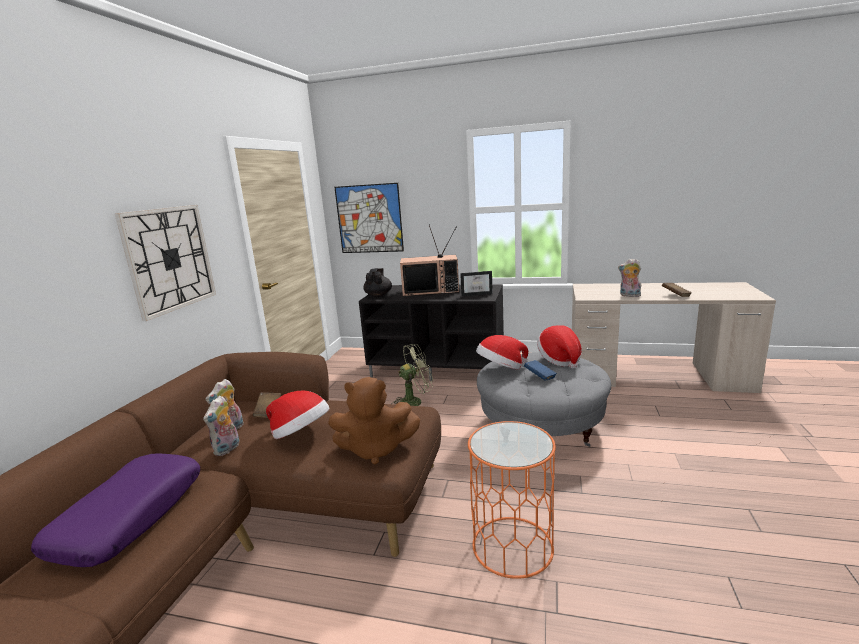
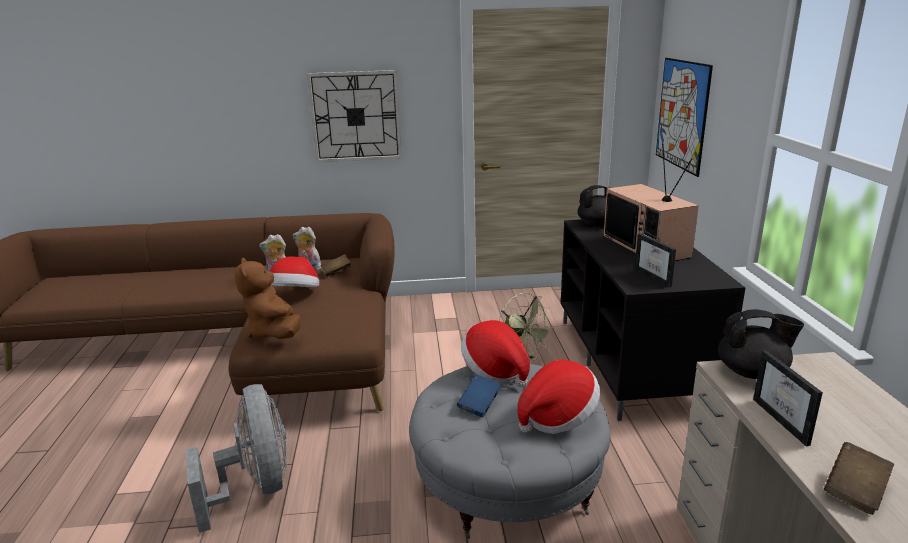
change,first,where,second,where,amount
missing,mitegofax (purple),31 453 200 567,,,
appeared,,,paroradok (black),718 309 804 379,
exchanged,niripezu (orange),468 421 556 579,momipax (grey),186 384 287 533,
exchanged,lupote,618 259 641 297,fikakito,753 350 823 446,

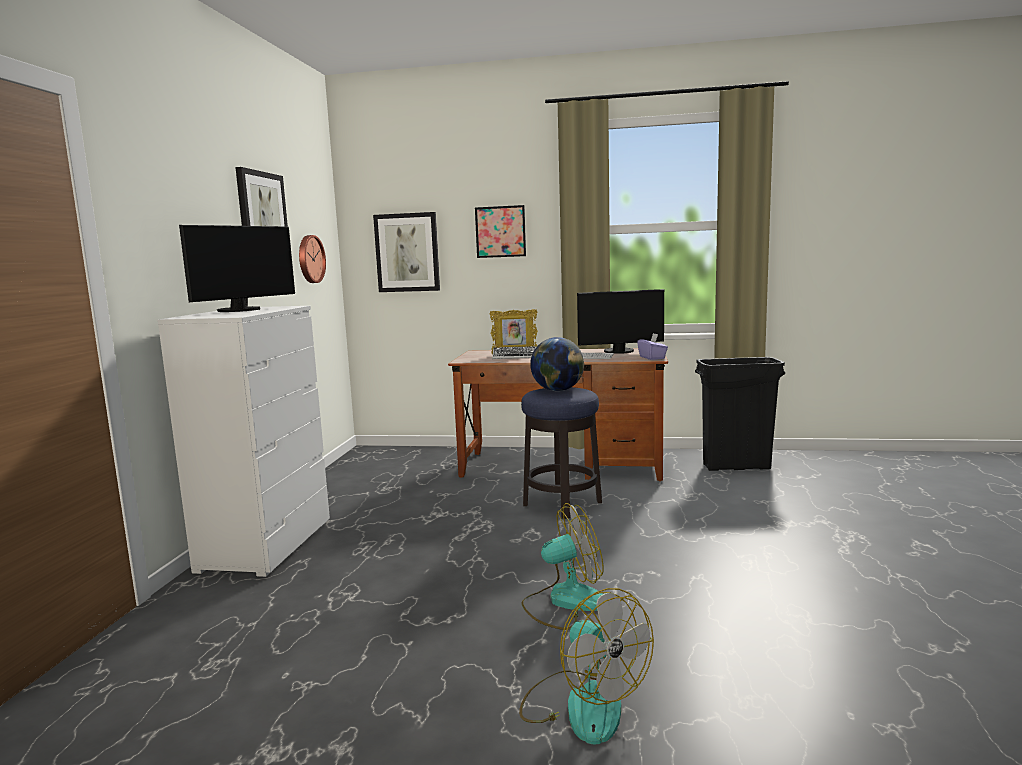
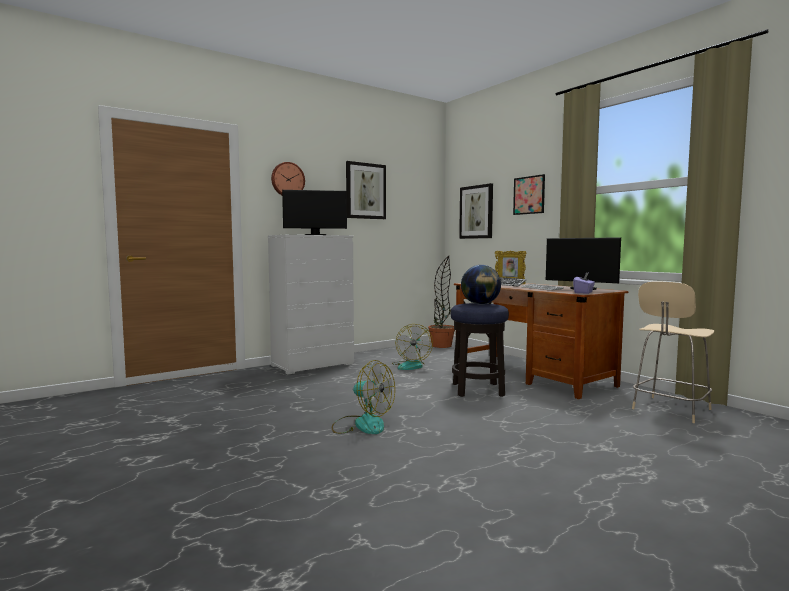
change,first,where,second,where,amount
appeared,,,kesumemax,428 256 455 348,
relocated,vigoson,299 235 326 283,,271 162 305 195,
relocated,momipax,519 588 654 744,,392 324 433 370,
exchanged,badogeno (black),695 357 785 471,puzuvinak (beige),632 281 714 423,

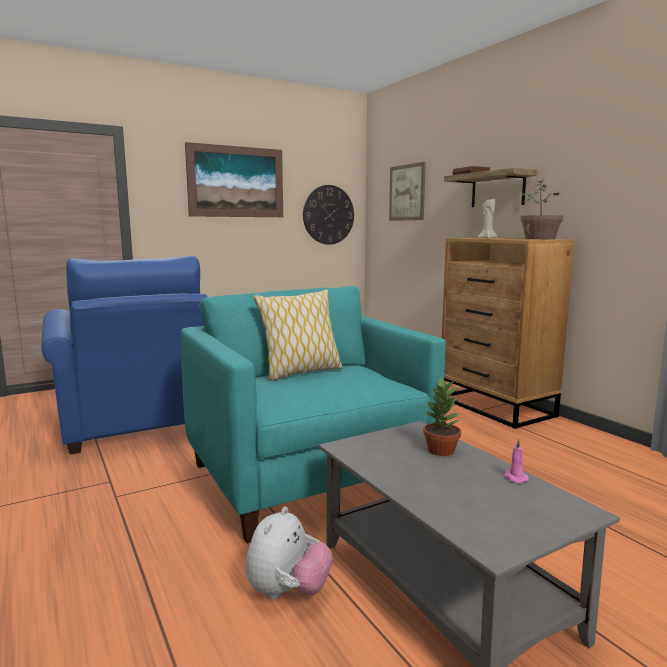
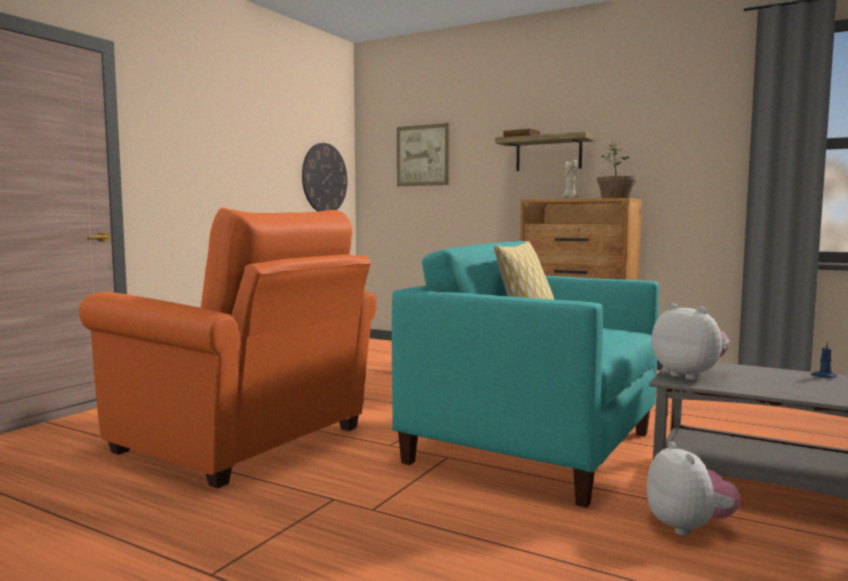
change,first,where,second,where,amount
missing,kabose,185 142 283 217,,,
missing,kesumemax,423 377 462 456,,,
appeared,,,lupote,652 303 730 380,
colour,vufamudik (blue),41 256 207 455,vufamudik (orange),79 208 377 488,
colour,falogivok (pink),504 439 529 483,falogivok (blue),811 341 837 378,

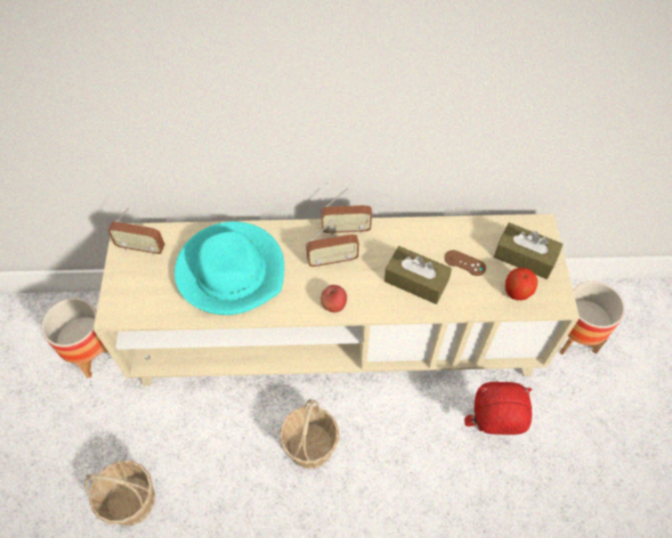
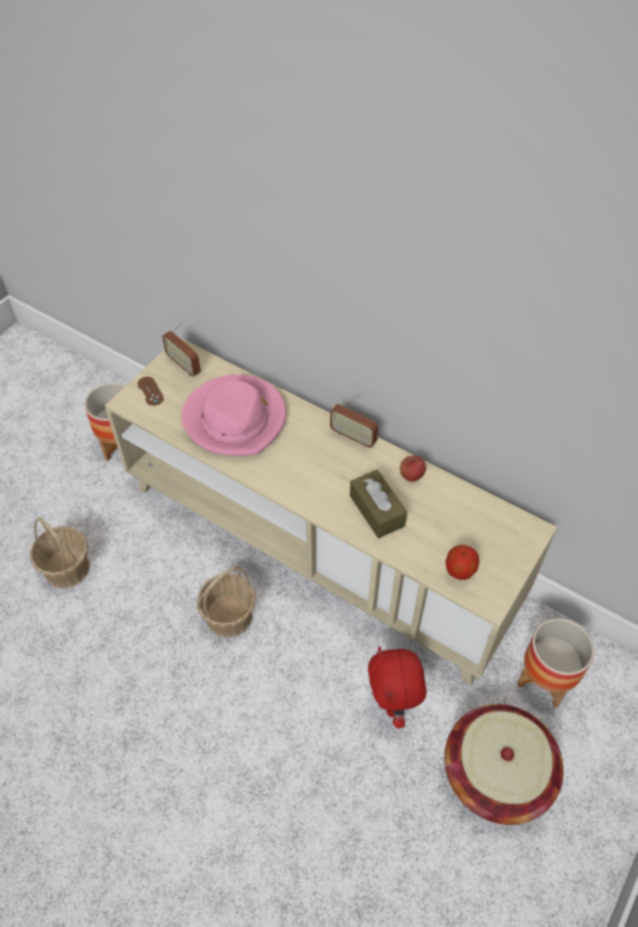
change,first,where,second,where,amount
missing,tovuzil,306 220 359 268,,,
missing,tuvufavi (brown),494 223 563 279,,,
appeared,,,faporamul,444 704 564 825,
relocated,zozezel,321 285 347 313,,400 456 426 482,
relocated,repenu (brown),444 250 486 276,,138 377 164 406,
colour,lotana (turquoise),175 222 284 315,lotana (pink),181 374 286 456,
spun,lupote (red),464 382 532 435,,368 646 426 728,135 degrees counterclockwise

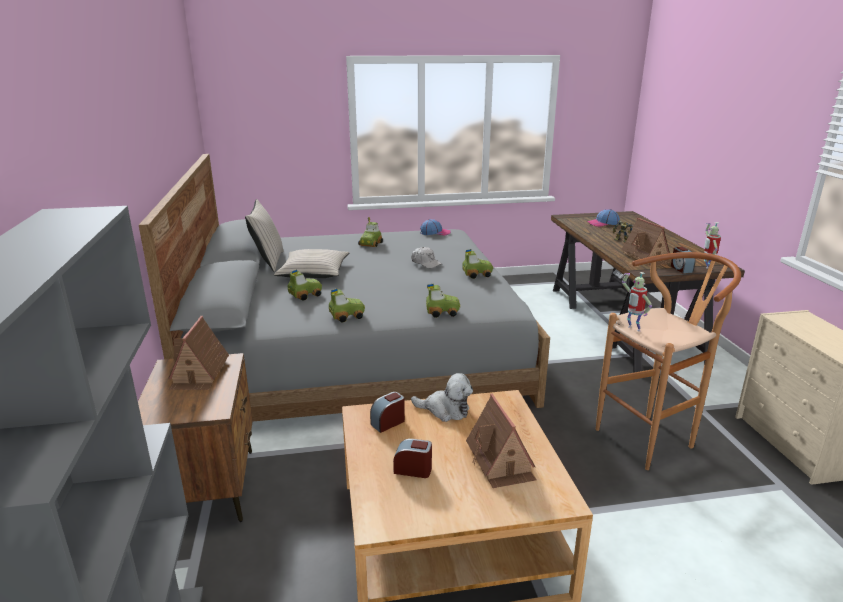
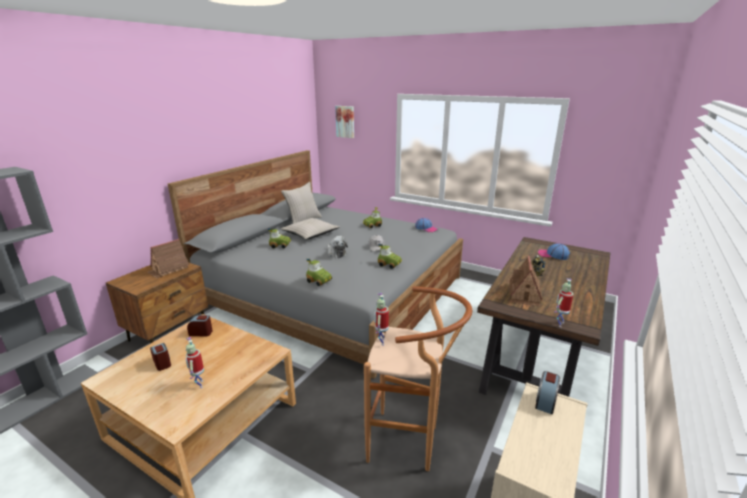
change,first,where,second,where,amount
missing,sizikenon,329 288 365 322,,,
appeared,,,kabose,335 106 354 138,
relocated,lupote,411 373 473 422,,327 236 348 258,
relocated,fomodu,671 247 696 273,,535 371 560 414,
exchanged,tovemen,466 394 536 488,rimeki,186 337 204 388,

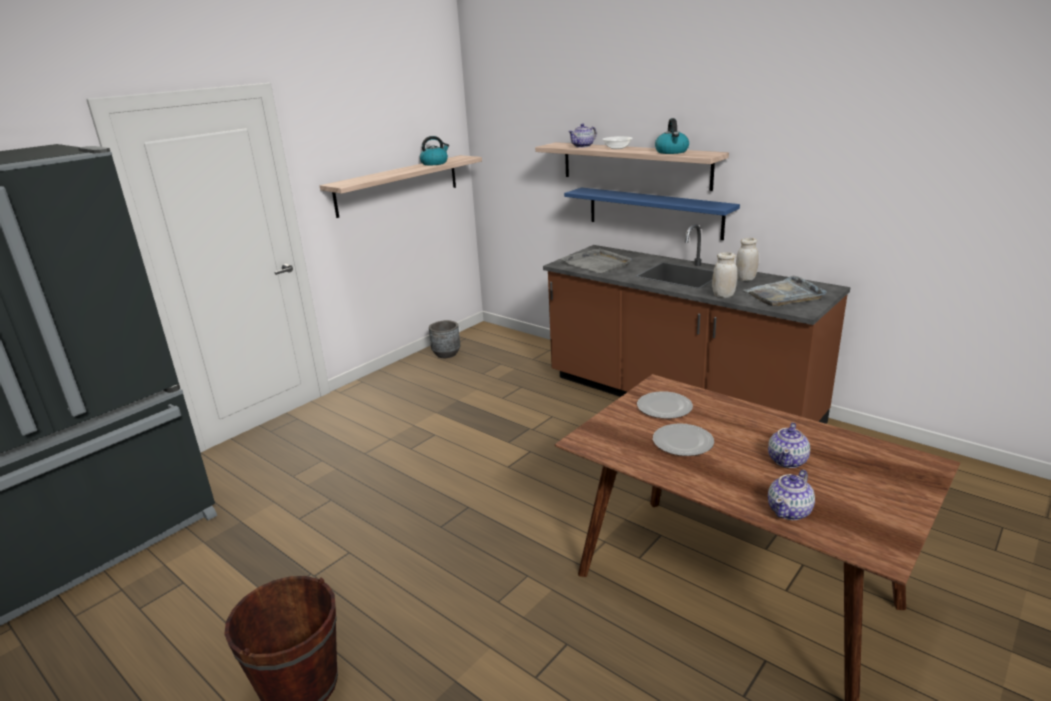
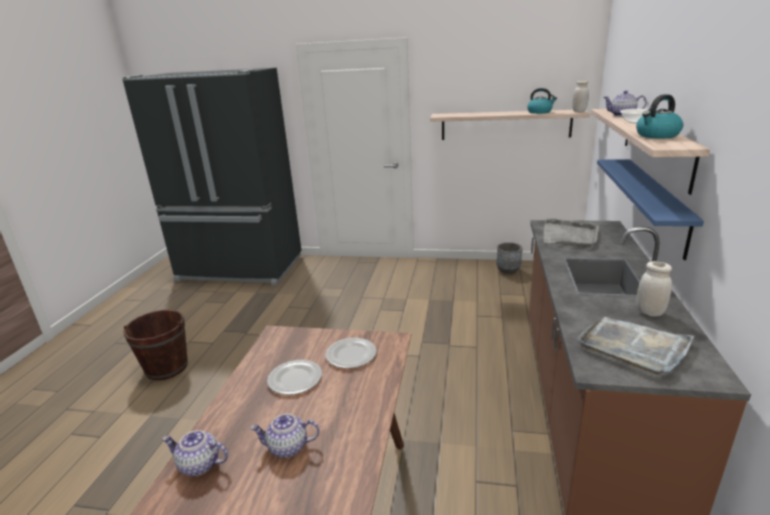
change,first,where,second,where,amount
relocated,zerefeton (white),712 252 737 298,,572 80 589 112,

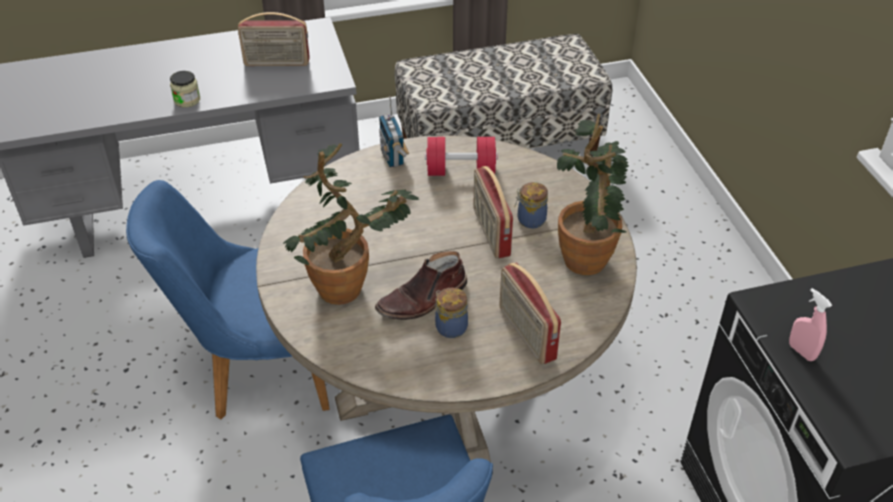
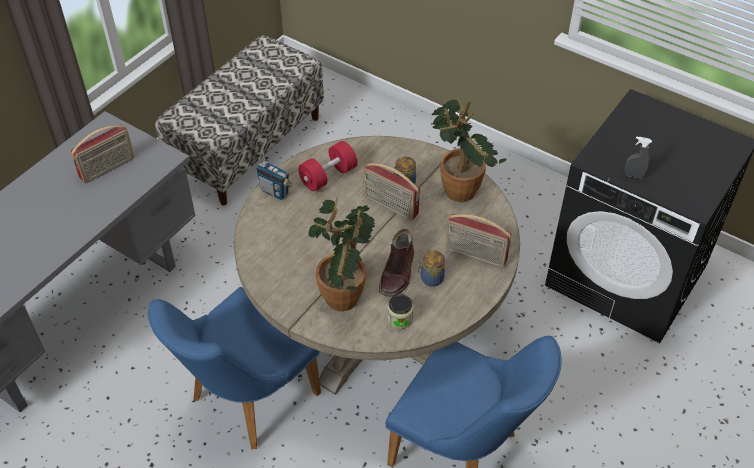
change,first,where,second,where,amount
relocated,zerefeton,170 71 200 108,,387 294 413 329,
colour,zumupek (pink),789 288 832 361,zumupek (grey),624 136 652 179,

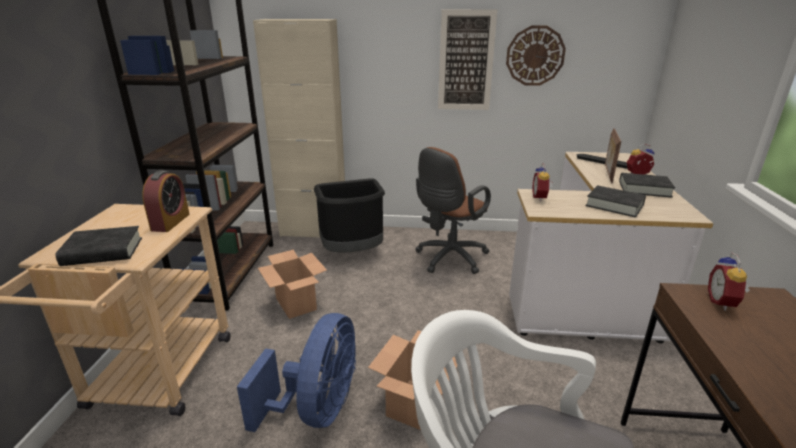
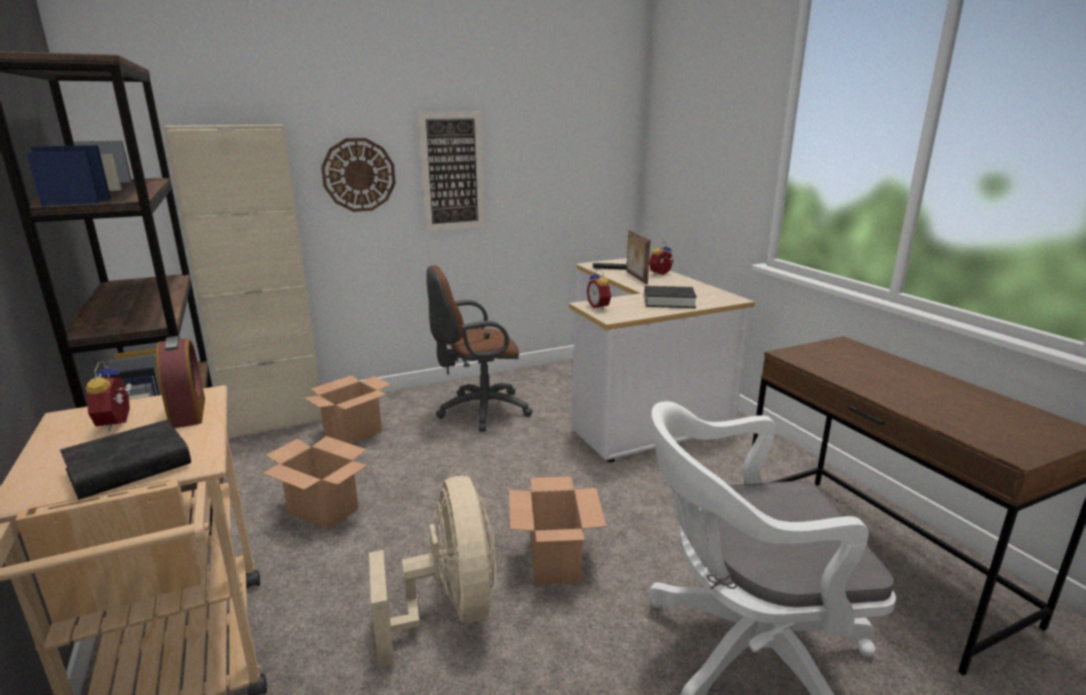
change,first,where,second,where,amount
missing,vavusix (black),619 173 675 198,,,
relocated,vigoson,506 26 566 86,,321 138 396 212,
relocated,fomodu,708 253 750 311,,85 361 132 431,
exchanged,badogeno (black),314 179 385 253,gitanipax,303 375 391 444,
colour,momipax (blue),237 313 356 432,momipax (beige),369 476 496 667,
spun,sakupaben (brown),415 147 491 274,,426 265 533 432,60 degrees clockwise

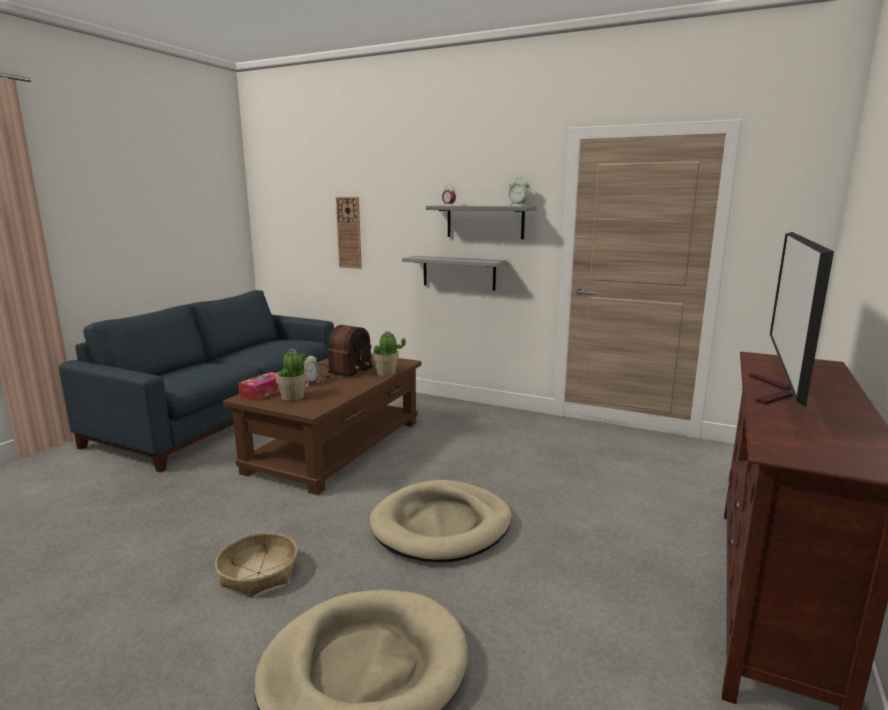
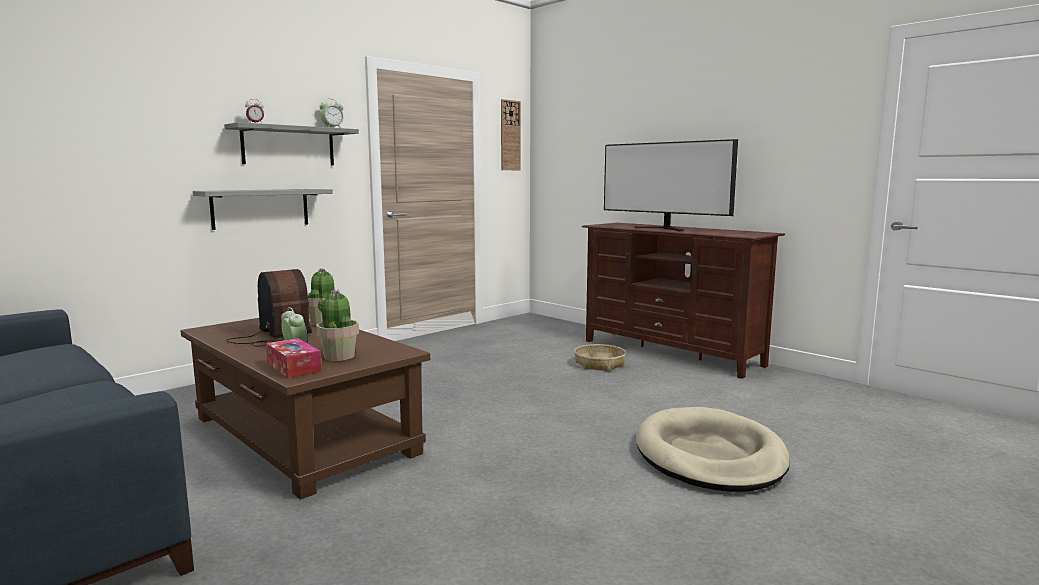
change,first,where,second,where,amount
missing,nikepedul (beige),370 480 512 562,,,
relocated,faporamul,215 533 298 597,,574 344 626 372,
relocated,vigoson,336 197 362 269,,501 99 521 170,

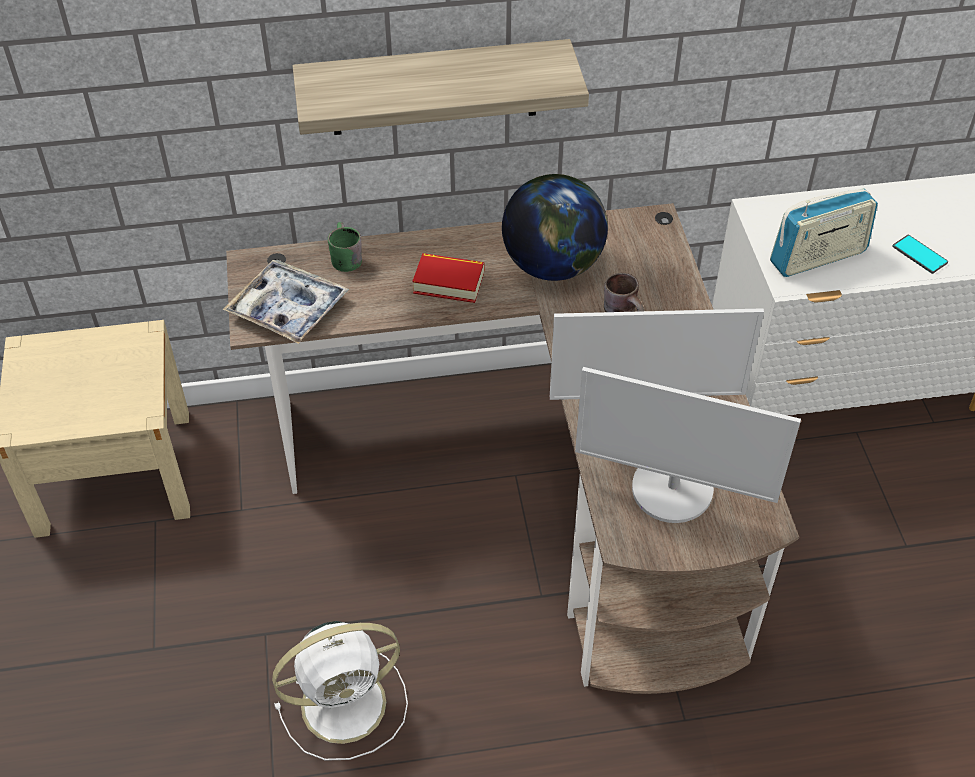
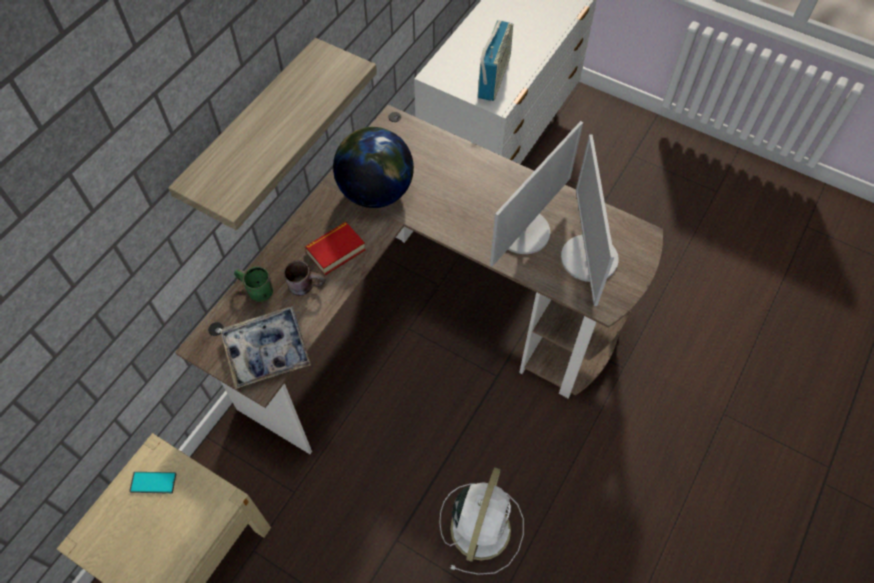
change,first,where,second,where,amount
relocated,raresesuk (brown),604 273 644 312,,284 260 326 296,
relocated,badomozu,892 235 948 274,,129 472 176 493,
spun,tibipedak,575 367 801 523,,561 134 619 306,120 degrees clockwise

